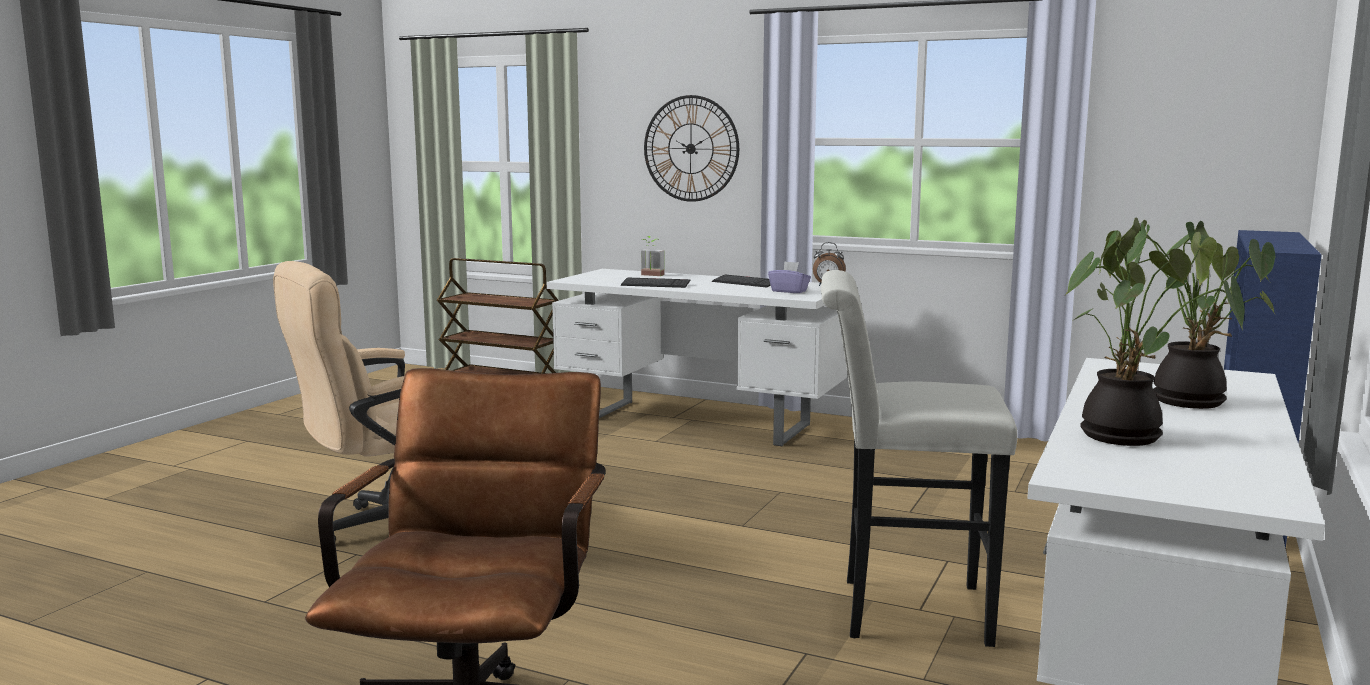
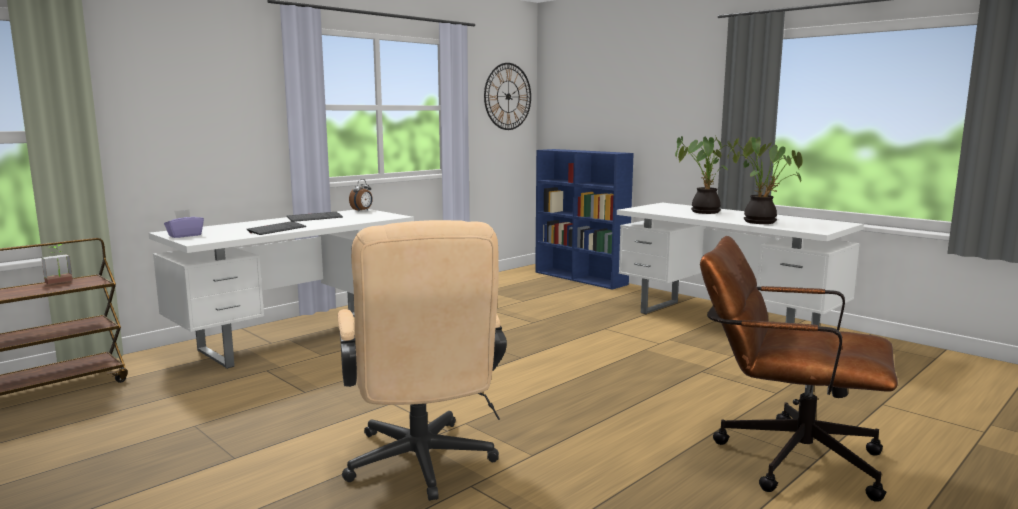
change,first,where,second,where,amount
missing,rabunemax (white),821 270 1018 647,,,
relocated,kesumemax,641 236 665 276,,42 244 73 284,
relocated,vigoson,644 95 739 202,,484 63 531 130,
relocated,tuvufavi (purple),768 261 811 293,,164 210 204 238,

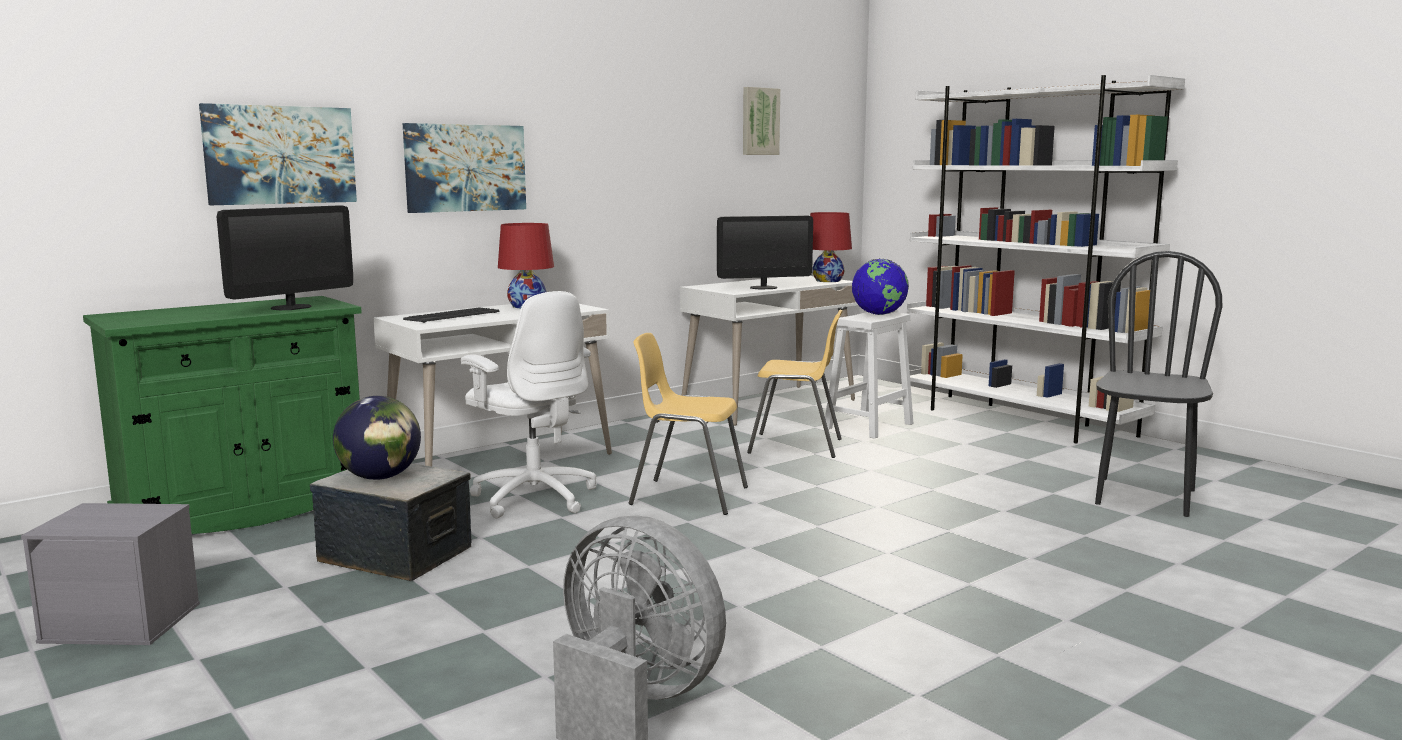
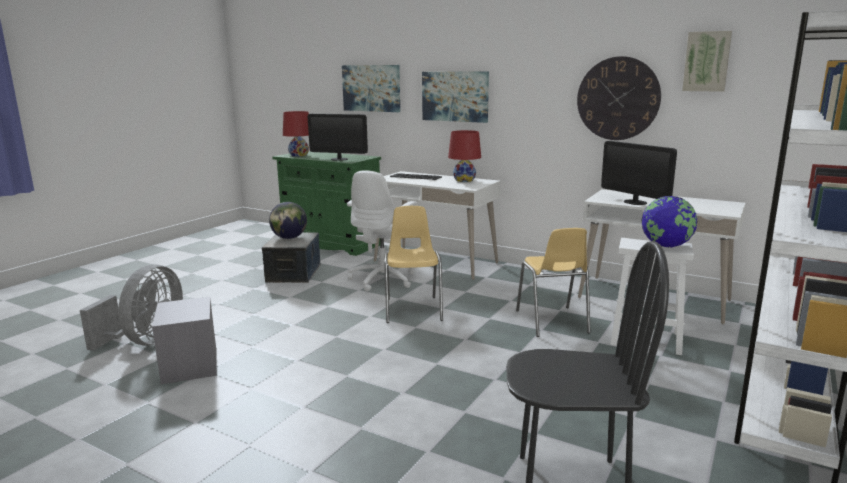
change,first,where,second,where,amount
appeared,,,vigoson,577 56 661 140,
relocated,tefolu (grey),21 503 200 645,,152 297 217 384,
relocated,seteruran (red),810 212 852 282,,283 111 309 157,

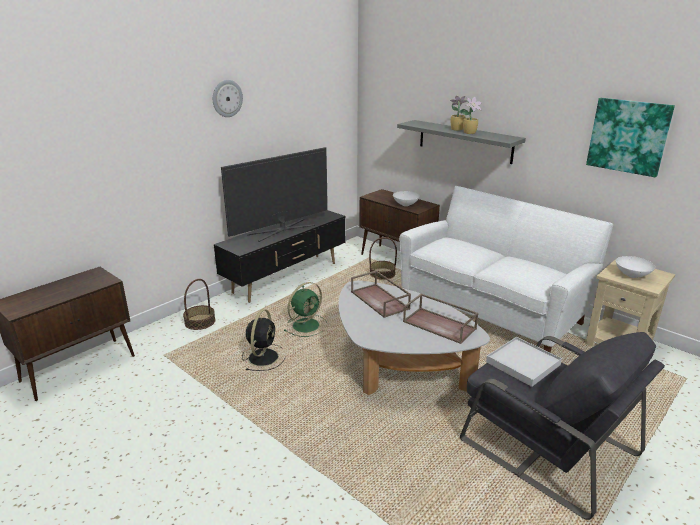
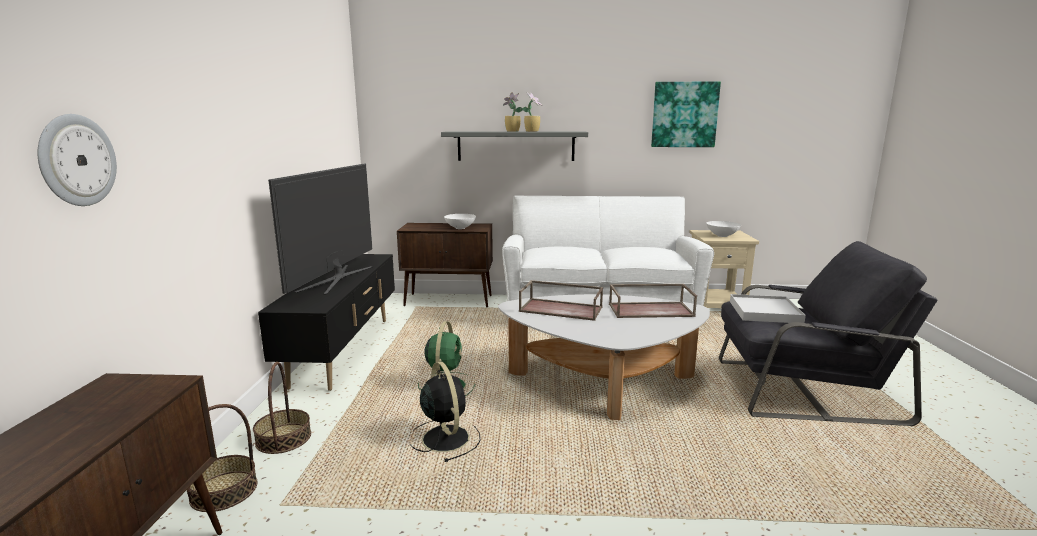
change,first,where,second,where,amount
relocated,vigoson,213 80 243 117,,37 114 117 206,
relocated,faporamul,369 237 397 280,,187 404 257 512,

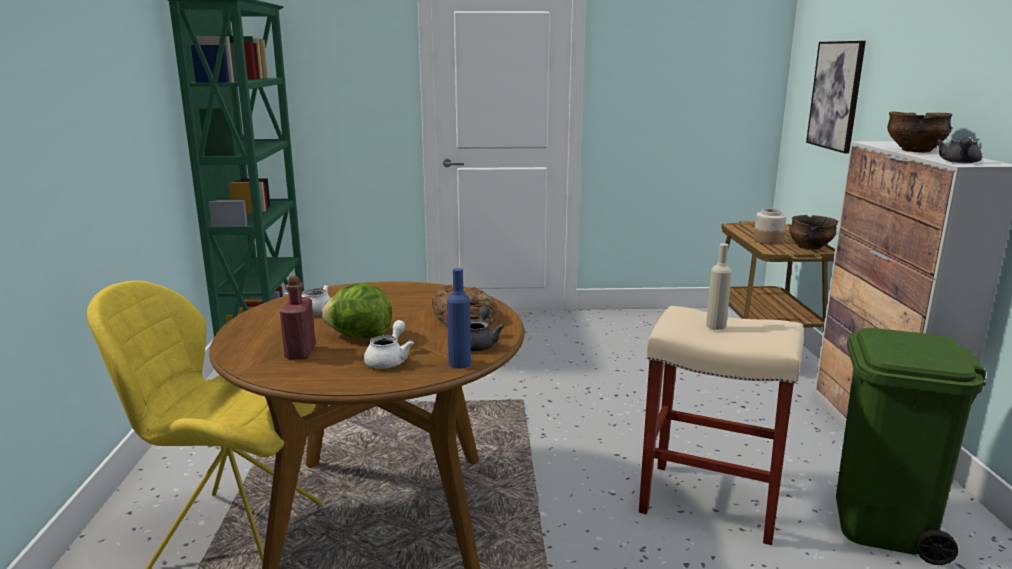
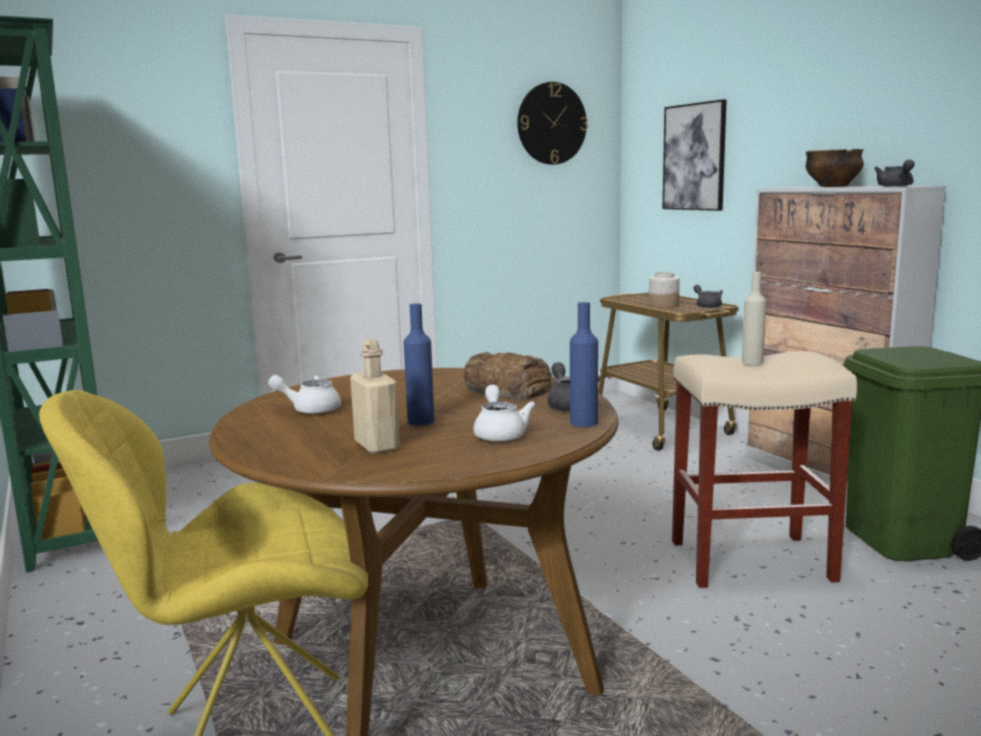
change,first,where,second,where,amount
appeared,,,vigoson,517 82 588 165,
exchanged,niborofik,321 283 392 338,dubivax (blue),404 303 435 425,
exchanged,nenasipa,789 215 838 250,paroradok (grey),693 285 723 308,
colour,dubivax (red),280 276 316 359,dubivax (beige),350 339 400 454,

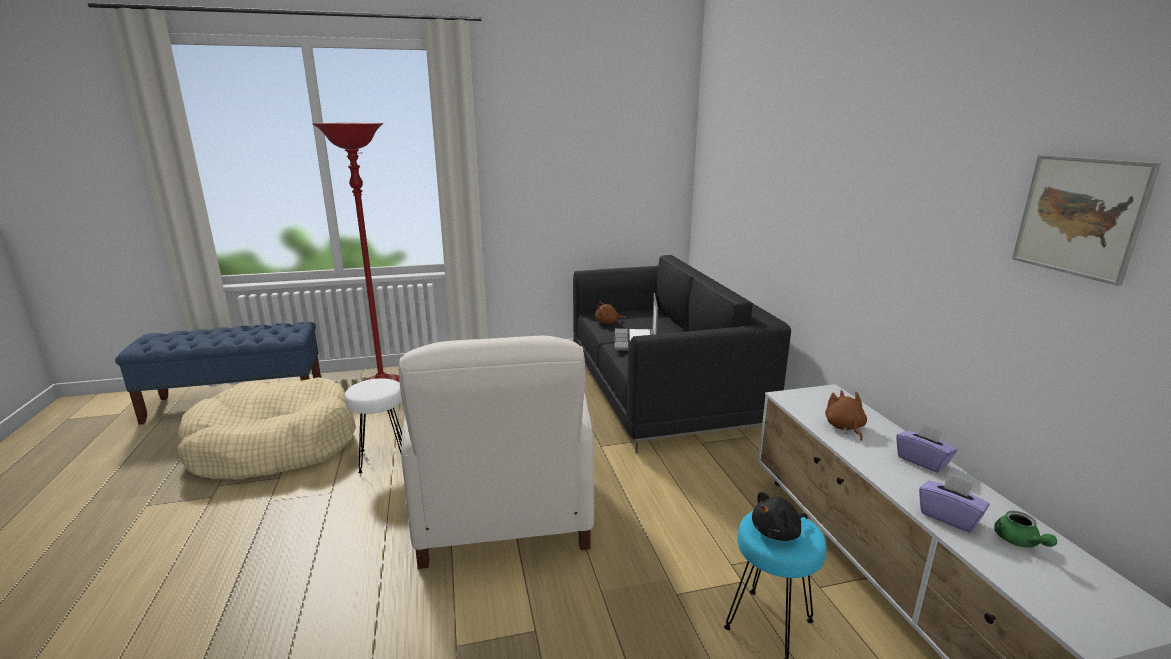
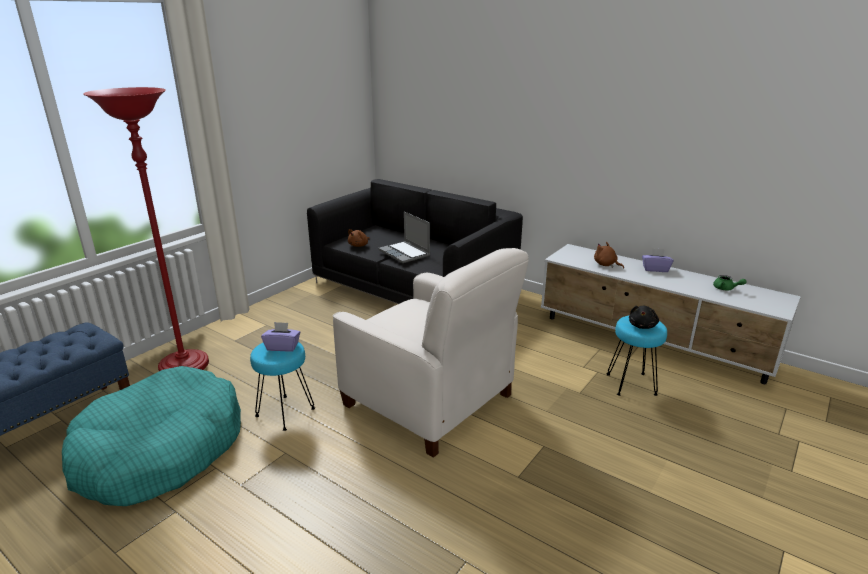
change,first,where,second,where,amount
missing,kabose,1012 155 1161 286,,,
relocated,tuvufavi (purple),919 473 989 533,,261 322 300 352,
colour,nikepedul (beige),177 377 356 480,nikepedul (turquoise),62 366 241 506,
colour,rabunemax (white),345 378 402 473,rabunemax (turquoise),250 342 315 431,

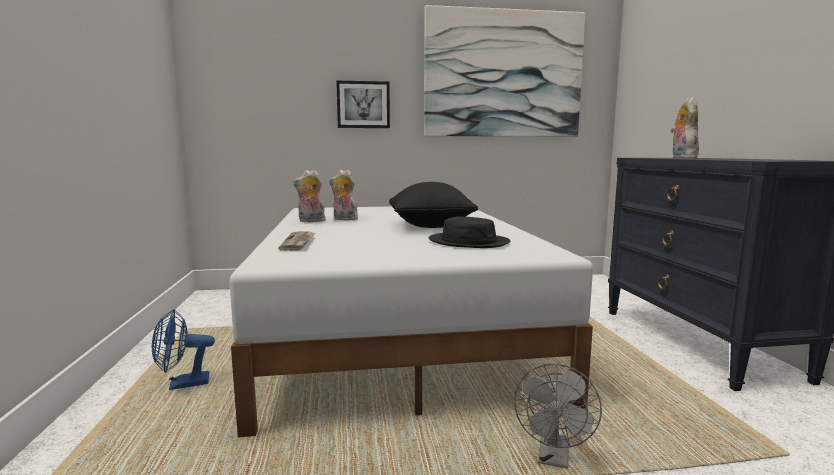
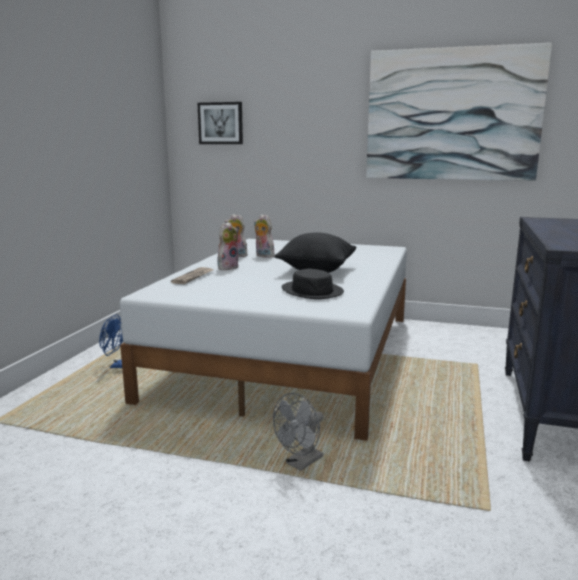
change,first,where,second,where,amount
relocated,kabose,336 81 390 128,,197 102 243 144,
relocated,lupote,670 97 699 159,,218 222 238 270,

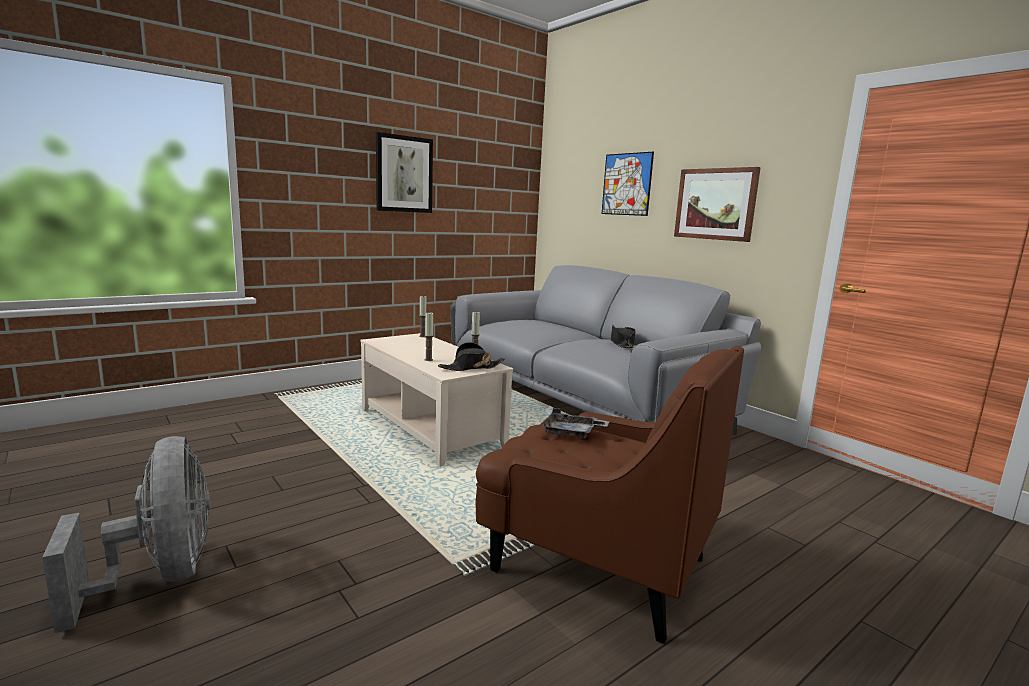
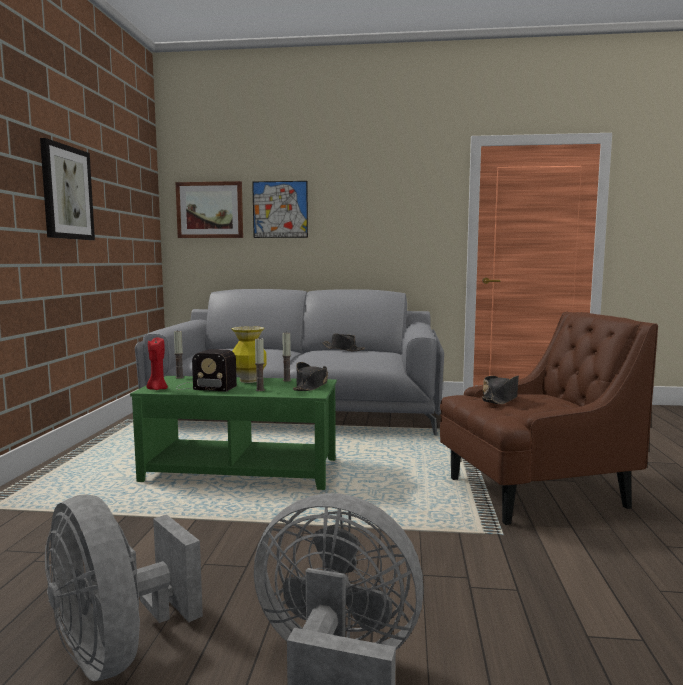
change,first,where,second,where,amount
appeared,,,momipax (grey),45 494 203 681,
appeared,,,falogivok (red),147 338 168 390,
appeared,,,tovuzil,176 349 237 392,
appeared,,,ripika,231 326 267 383,
relocated,kabose,674 167 761 242,,175 181 243 238,
exchanged,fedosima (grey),541 408 609 439,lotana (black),482 376 519 404,
colour,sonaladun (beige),360 333 513 467,sonaladun (green),130 376 337 490,

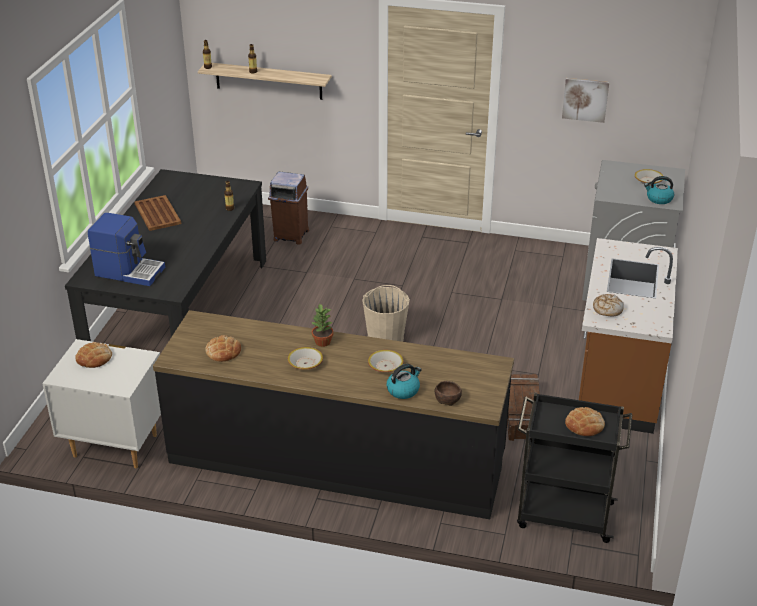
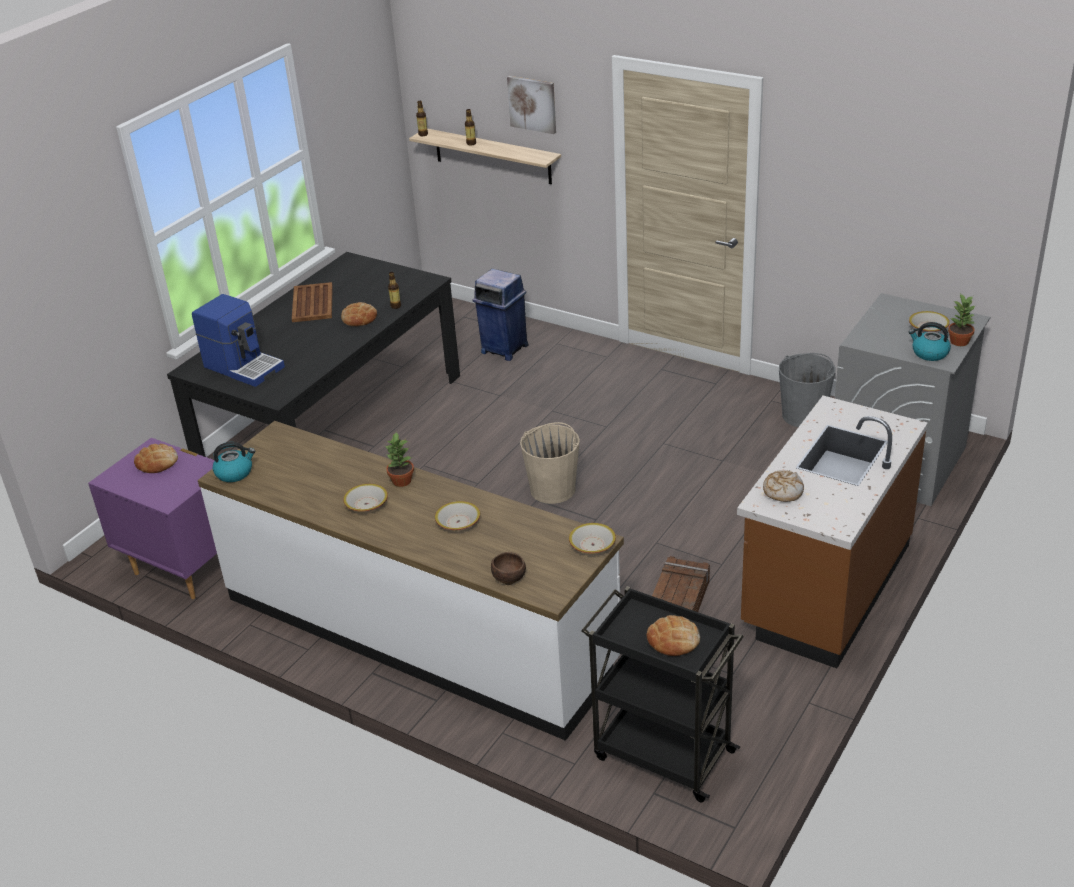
change,first,where,second,where,amount
appeared,,,nenasipa,569 523 616 553,
appeared,,,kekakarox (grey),779 353 836 427,
appeared,,,kesumemax,948 293 975 346,
relocated,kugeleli,205 335 241 362,,341 302 377 326,
relocated,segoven,386 364 422 399,,213 442 255 482,
relocated,kabose,562 78 609 123,,507 76 556 134,
colour,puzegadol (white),42 339 161 468,puzegadol (purple),88 437 217 599,
colour,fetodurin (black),153 310 514 519,fetodurin (white),198 421 624 741,
colour,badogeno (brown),268 172 309 245,badogeno (blue),473 269 529 361,

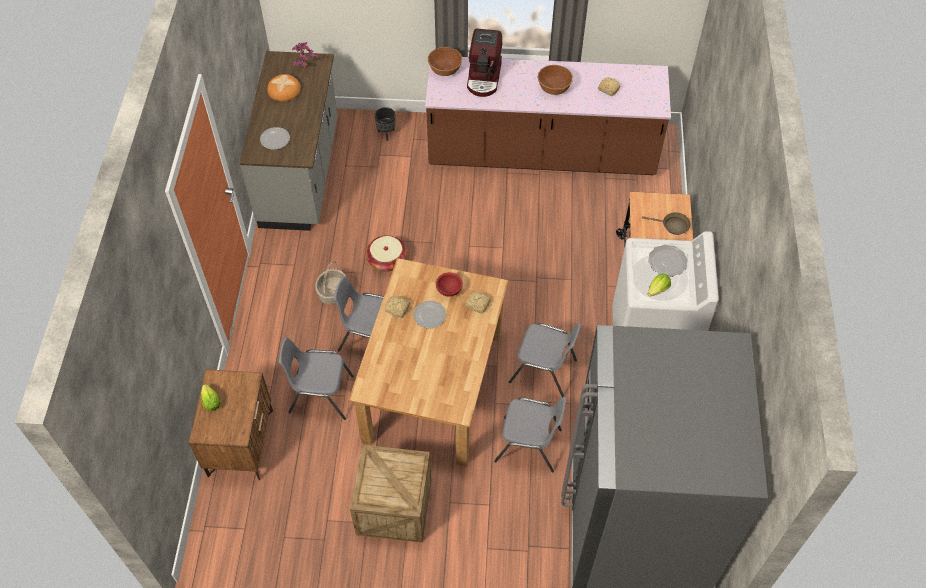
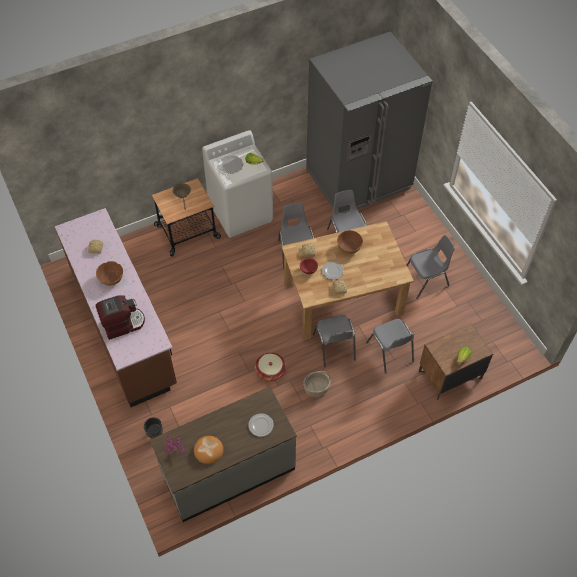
change,first,where,second,where,amount
relocated,nenasipa (brown),428 47 462 76,,337 230 363 254,
exchanged,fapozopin,350 445 431 543,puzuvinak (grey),407 235 455 299,

